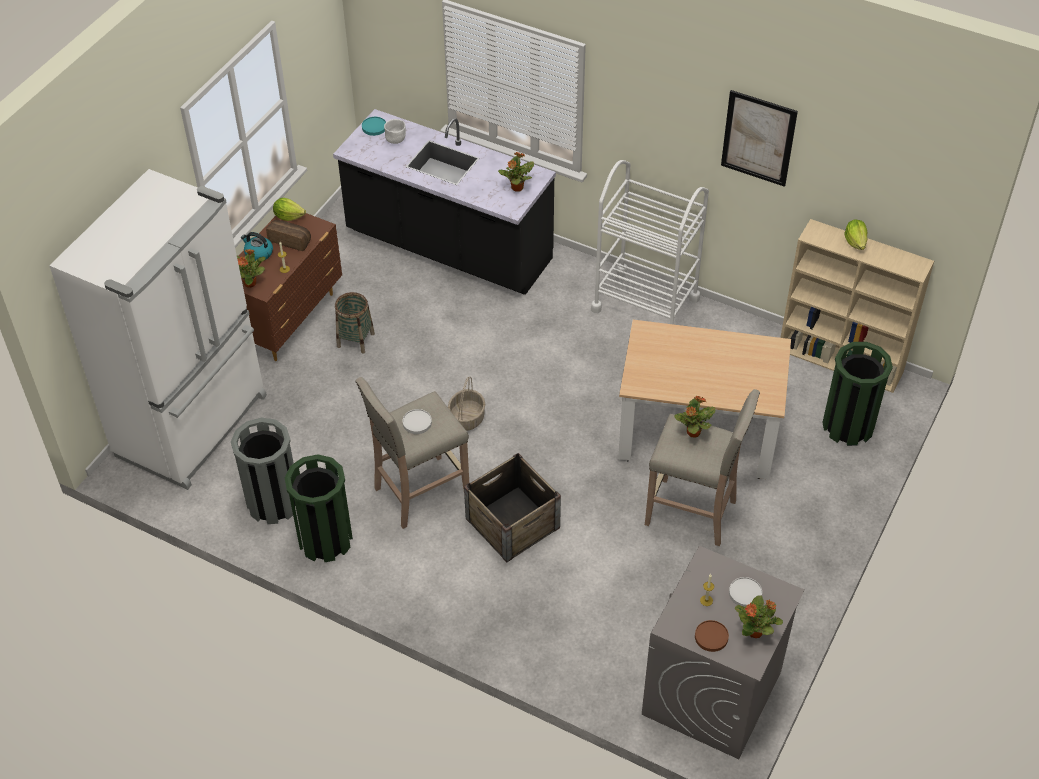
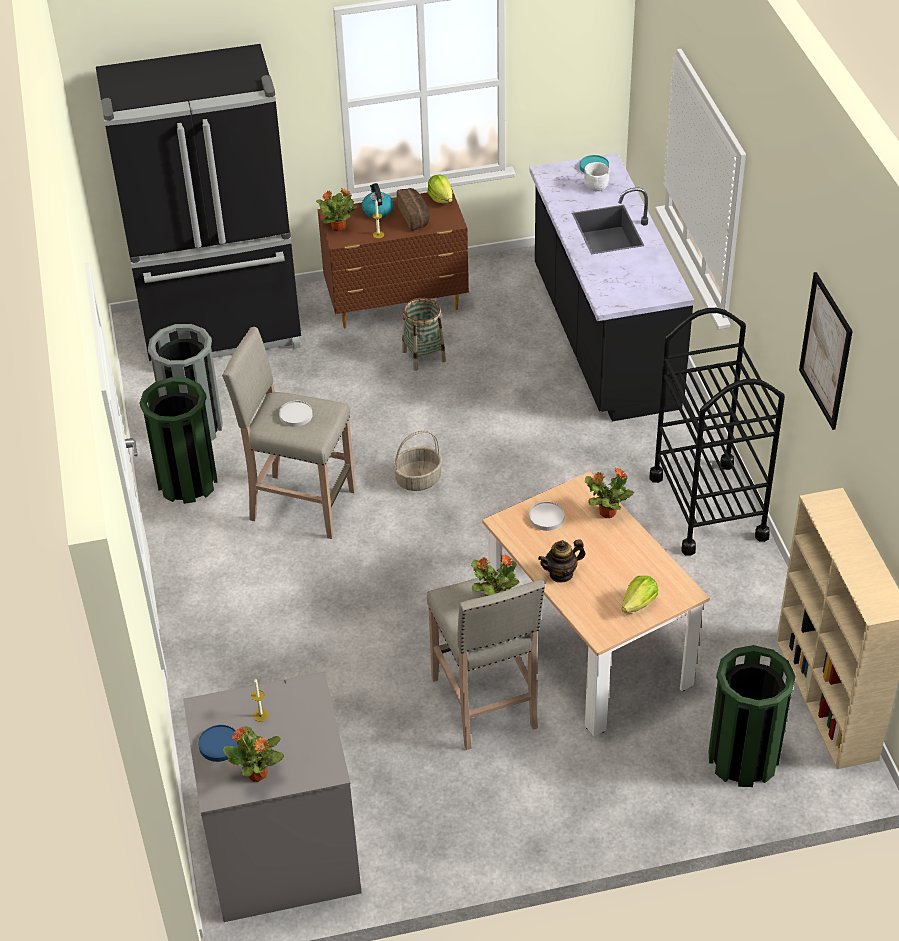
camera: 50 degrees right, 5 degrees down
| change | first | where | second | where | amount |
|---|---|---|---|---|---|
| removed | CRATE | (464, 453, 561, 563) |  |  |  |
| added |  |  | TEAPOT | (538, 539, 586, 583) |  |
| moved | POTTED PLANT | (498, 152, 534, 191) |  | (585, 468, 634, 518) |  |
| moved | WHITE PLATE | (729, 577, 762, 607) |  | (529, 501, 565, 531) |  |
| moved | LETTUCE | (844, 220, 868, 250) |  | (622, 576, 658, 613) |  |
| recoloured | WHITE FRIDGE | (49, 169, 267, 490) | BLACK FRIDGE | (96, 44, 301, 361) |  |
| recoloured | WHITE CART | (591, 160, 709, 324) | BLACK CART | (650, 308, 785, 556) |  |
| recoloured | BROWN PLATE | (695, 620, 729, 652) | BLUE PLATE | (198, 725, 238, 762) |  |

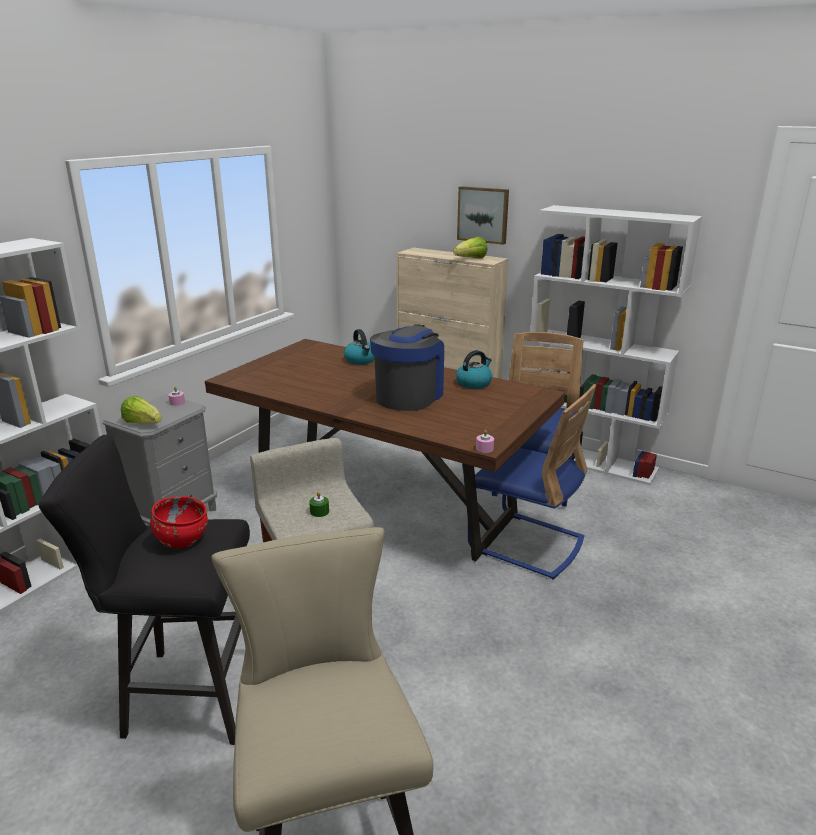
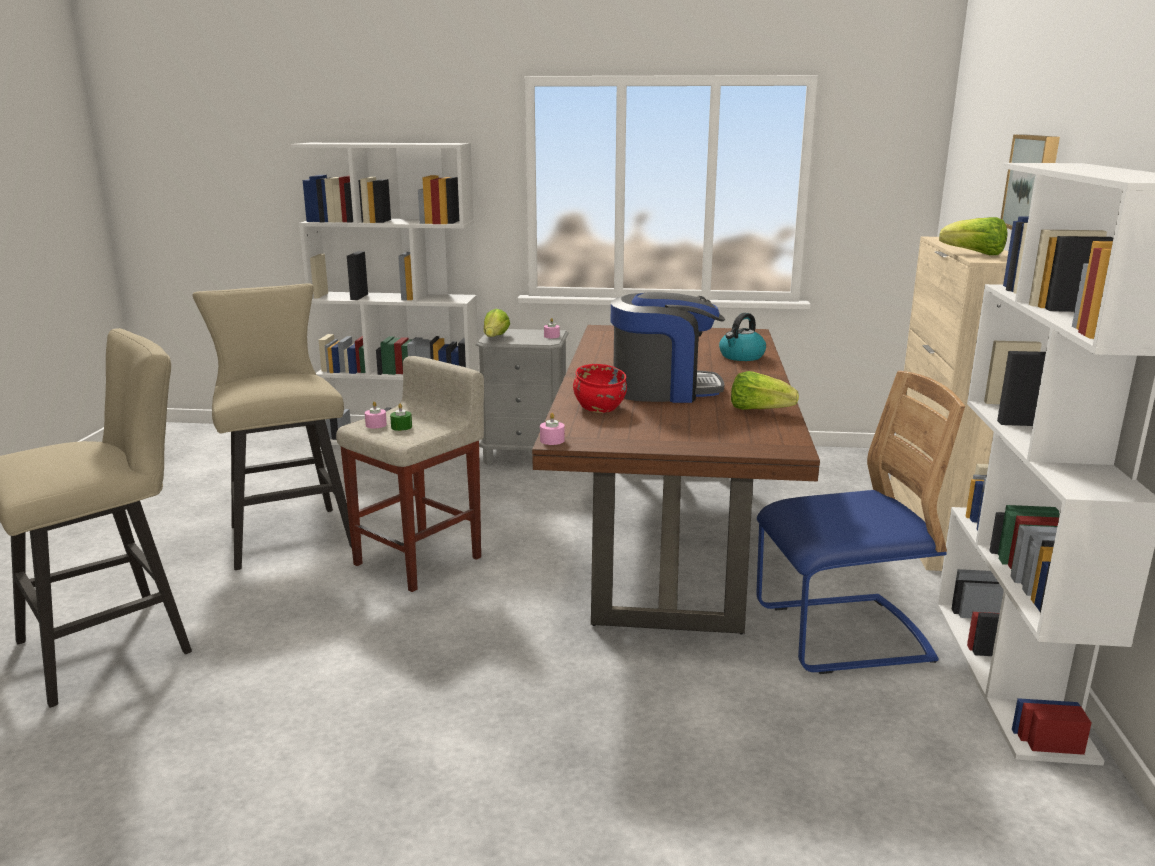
camera: 65 degrees right, 5 degrees down
| change | first | where | second | where | amount |
|---|---|---|---|---|---|
| removed | BLUE CHAIR | (468, 384, 597, 579) |  |  |  |
| added |  |  | PINK CANDLE | (365, 401, 387, 428) |  |
| moved | RED BOWL | (150, 496, 208, 548) |  | (573, 364, 627, 413) |  |
| replaced | KETTLE | (456, 350, 492, 389) | LETTUCE | (731, 371, 799, 410) |  |
| recoloured | BLACK STOOL | (38, 435, 250, 745) | BEIGE STOOL | (193, 283, 352, 570) |  |

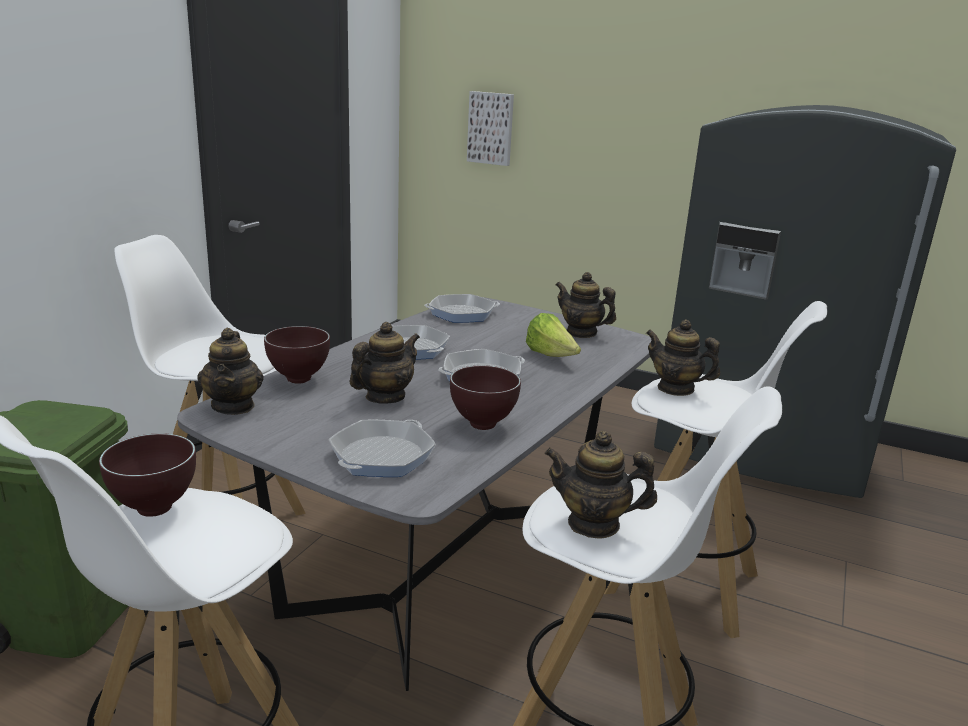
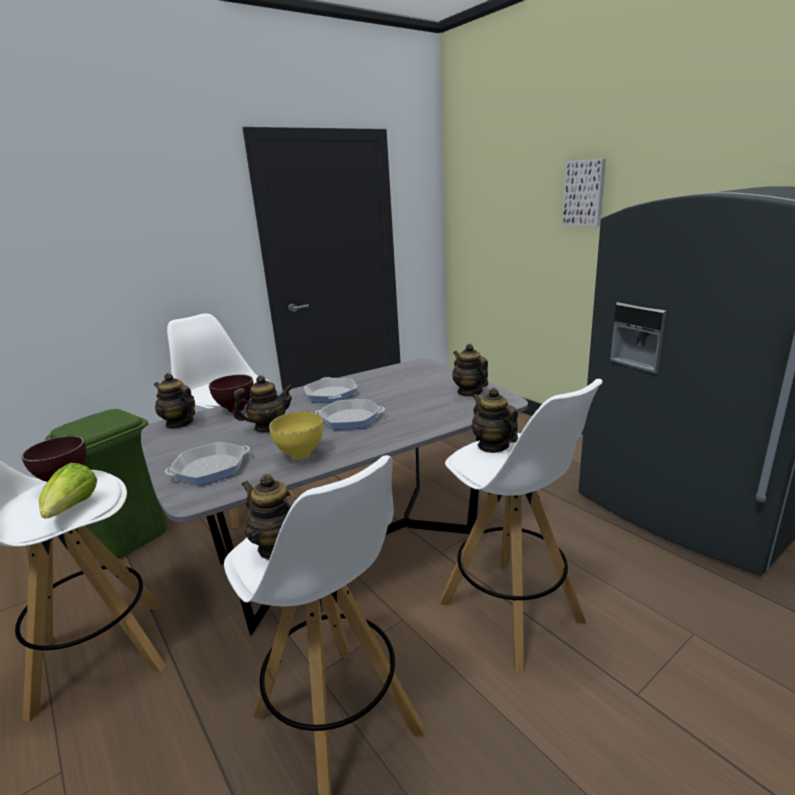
camera: 30 degrees right, 0 degrees up
| change | first | where | second | where | amount |
|---|---|---|---|---|---|
| removed | FRYING PAN | (425, 294, 500, 323) |  |  |  |
| moved | PICTURE | (467, 91, 514, 166) |  | (562, 158, 606, 226) |  |
| moved | LETTUCE | (526, 313, 581, 357) |  | (39, 463, 97, 519) |  |
| recoloured | BROWN BOWL | (450, 365, 521, 430) | YELLOW BOWL | (269, 411, 323, 460) |  |
| turned | TEAPOT | (197, 328, 264, 415) |  | (154, 373, 195, 429) | 105 degrees clockwise |

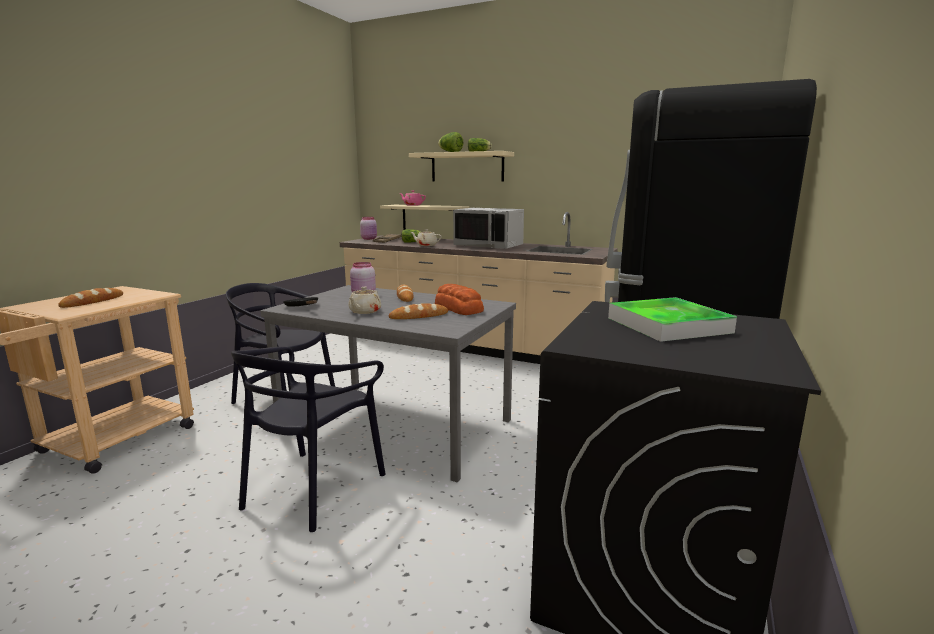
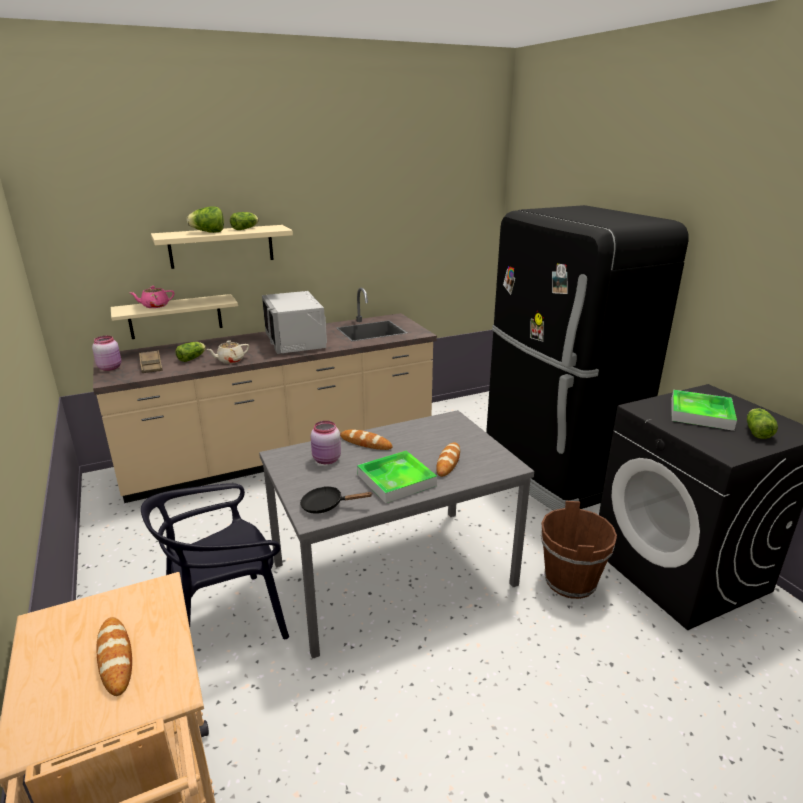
camera: 50 degrees left, 10 degrees up
| change | first | where | second | where | amount |
|---|---|---|---|---|---|
| removed | BLACK CHAIR | (231, 347, 386, 532) |  |  |  |
| removed | BREAD | (435, 284, 484, 315) |  |  |  |
| added |  |  | BROWN BUCKET | (540, 501, 617, 599) |  |
| added |  |  | LETTUCE | (747, 408, 778, 439) |  |
| replaced | BEIGE TEAPOT | (348, 287, 381, 314) | TRAY | (357, 451, 437, 503) |  |
| turned | GREY MICROWAVE | (453, 208, 524, 249) |  | (262, 291, 327, 354) | 90 degrees clockwise |

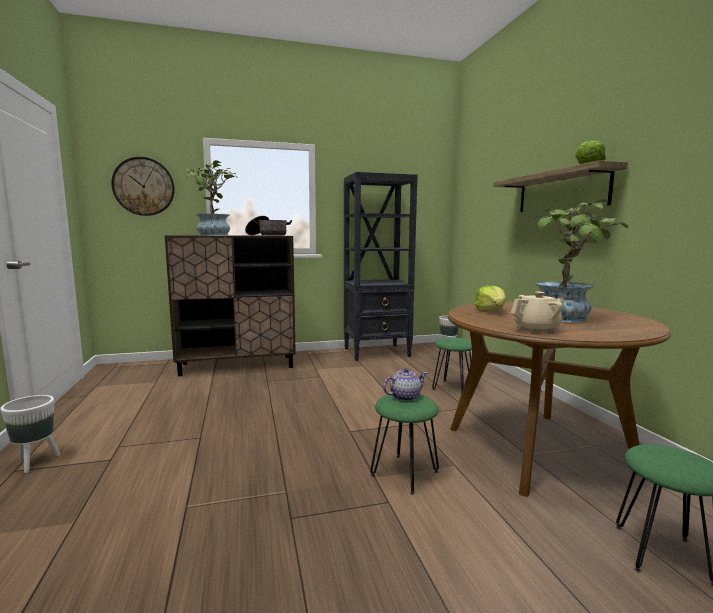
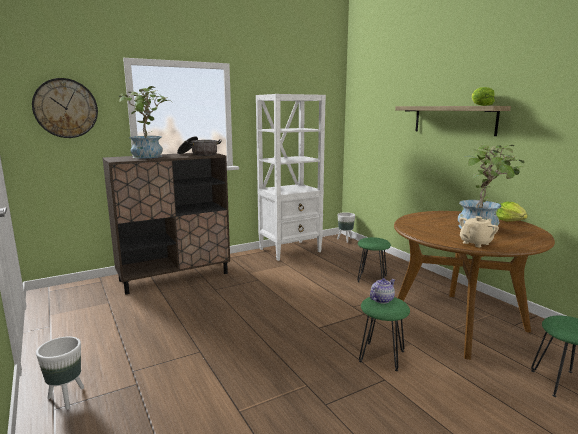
camera: 15 degrees left, 5 degrees up
| change | first | where | second | where | amount |
|---|---|---|---|---|---|
| moved | LETTUCE | (474, 285, 506, 311) |  | (496, 202, 528, 222) |  |
| recoloured | BLACK BOOKCASE | (344, 172, 418, 361) | WHITE BOOKCASE | (256, 94, 326, 261) |  |

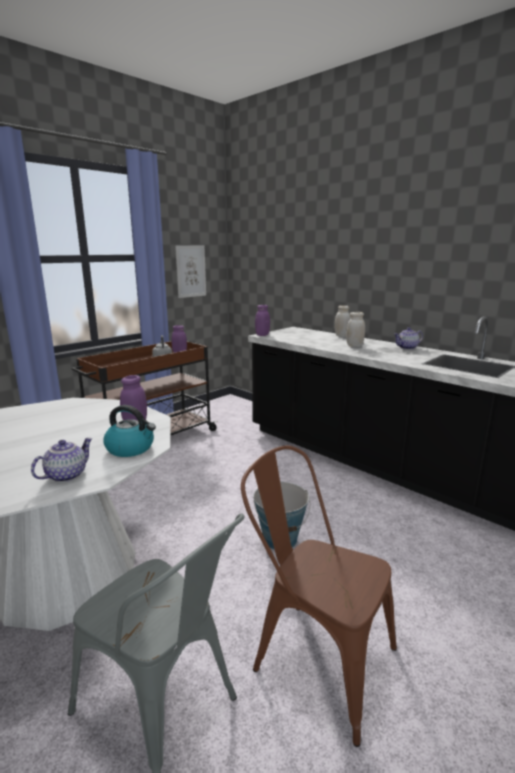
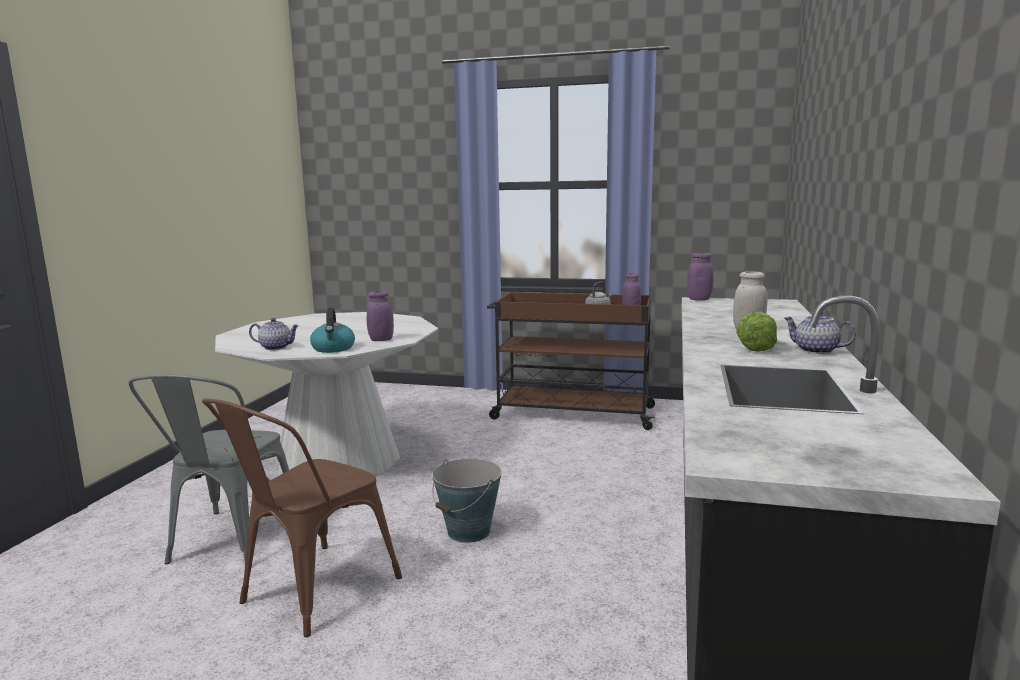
camera: 60 degrees right, 5 degrees down
| change | first | where | second | where | amount |
|---|---|---|---|---|---|
| removed | PICTURE | (175, 245, 206, 298) |  |  |  |
| removed | WHITE JAR | (335, 305, 350, 337) |  |  |  |
| added |  |  | LETTUCE | (736, 311, 777, 352) |  |
| turned | BROWN CHAIR | (241, 445, 397, 747) |  | (202, 398, 402, 637) | 150 degrees counterclockwise |

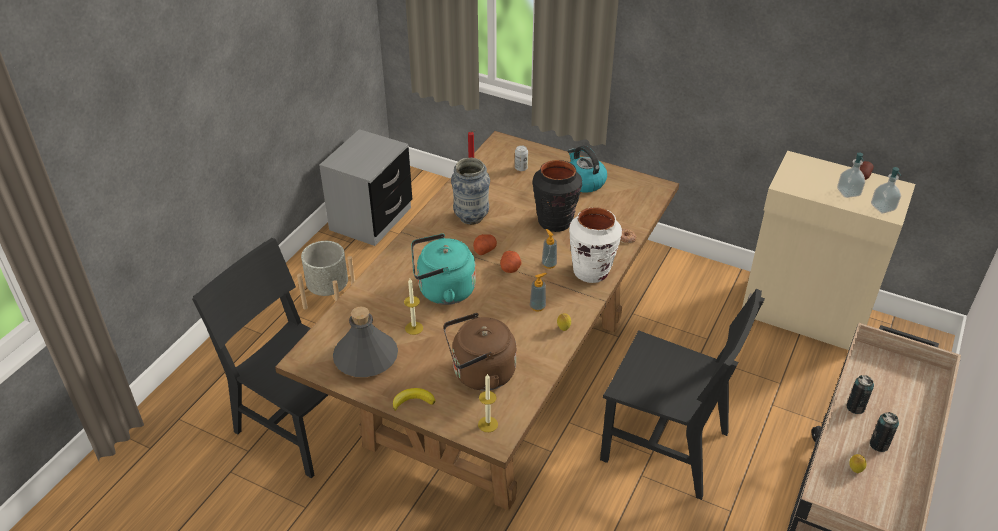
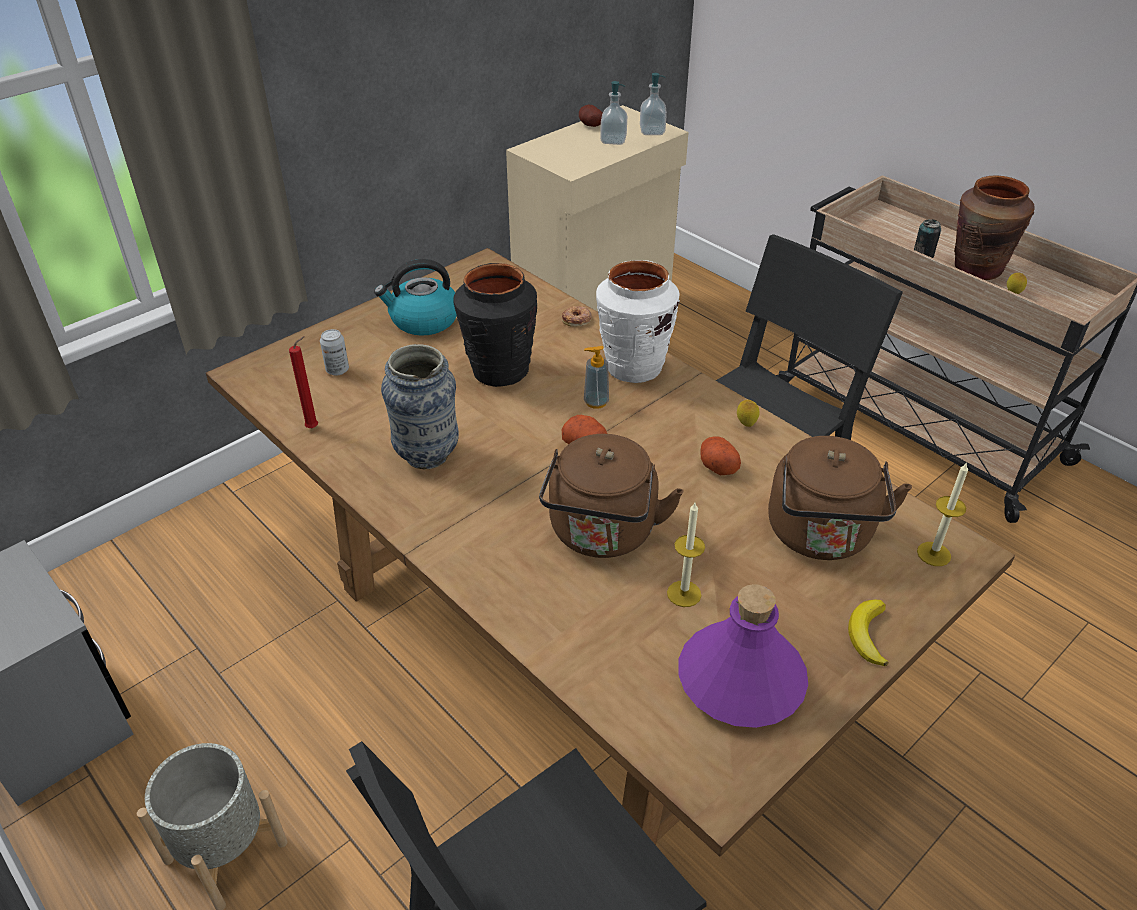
camera: 70 degrees left, 0 degrees up
| change | first | where | second | where | amount |
|---|---|---|---|---|---|
| removed | SOAP DISPENSER | (530, 273, 547, 312) |  |  |  |
| moved | POTATO | (473, 234, 497, 255) |  | (700, 436, 741, 475) |  |
| replaced | CAN | (870, 412, 899, 452) | BROWN VASE | (954, 175, 1035, 280) |  |
| recoloured | GREY BOTTLE | (333, 307, 398, 377) | PURPLE BOTTLE | (678, 584, 808, 728) |  |
| recoloured | TURQUOISE KETTLE | (411, 233, 476, 305) | BROWN KETTLE | (539, 434, 684, 558) |  |

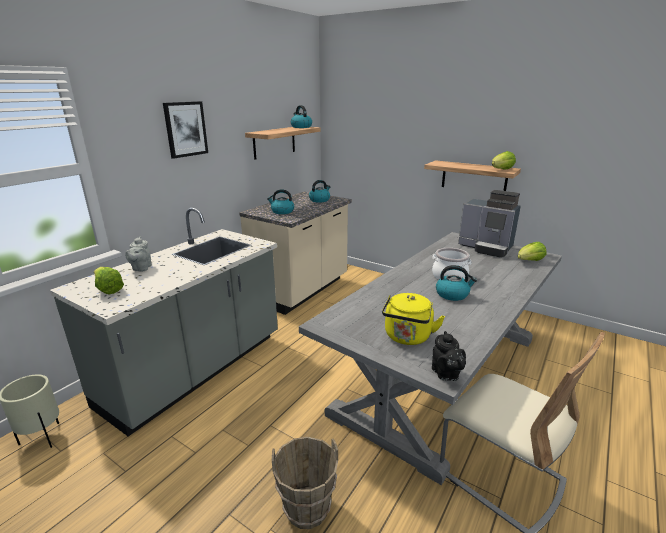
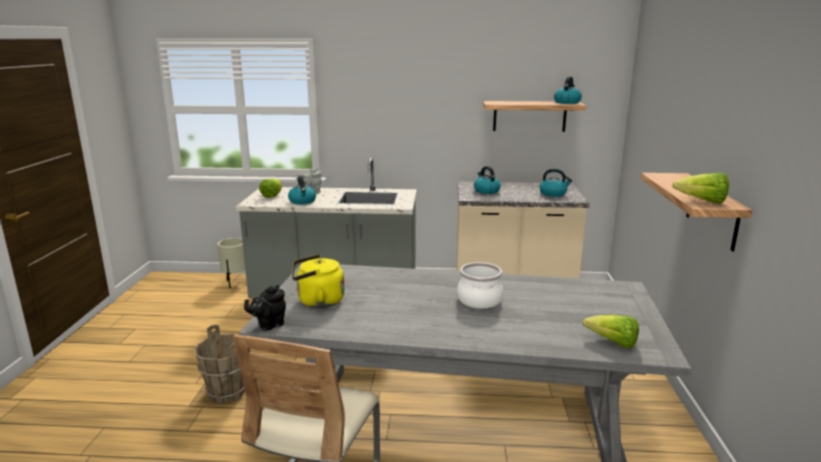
camera: 60 degrees right, 5 degrees down
| change | first | where | second | where | amount |
|---|---|---|---|---|---|
| removed | PICTURE | (163, 101, 208, 159) |  |  |  |
| removed | COFFEE MACHINE | (458, 190, 521, 257) |  |  |  |
| moved | KETTLE | (436, 265, 477, 301) |  | (288, 176, 316, 204) |  |

